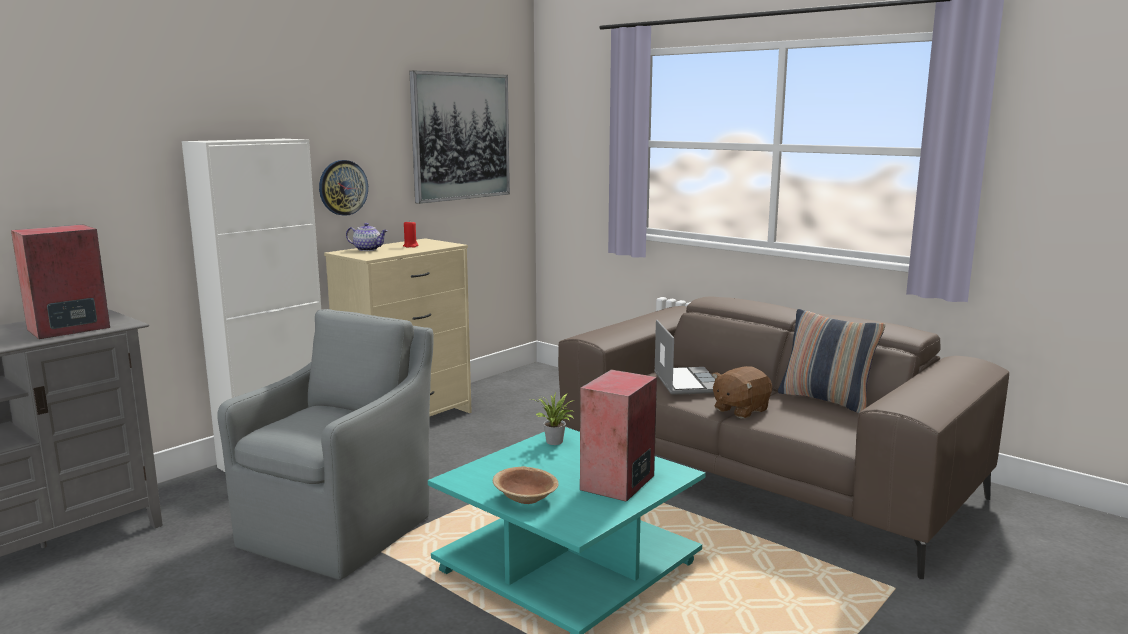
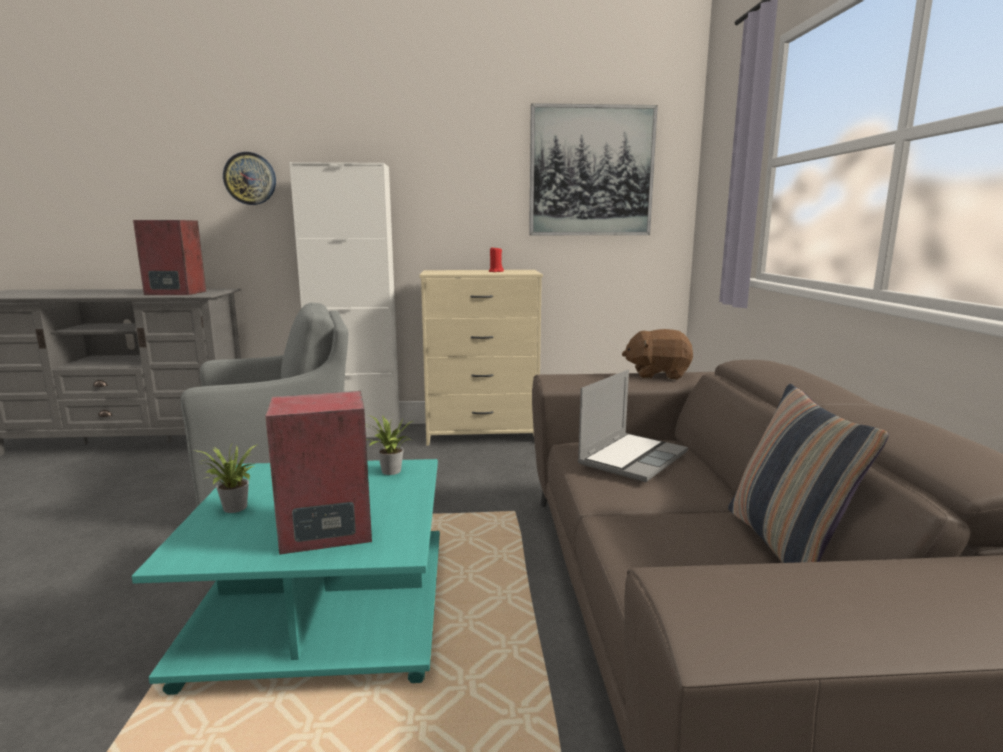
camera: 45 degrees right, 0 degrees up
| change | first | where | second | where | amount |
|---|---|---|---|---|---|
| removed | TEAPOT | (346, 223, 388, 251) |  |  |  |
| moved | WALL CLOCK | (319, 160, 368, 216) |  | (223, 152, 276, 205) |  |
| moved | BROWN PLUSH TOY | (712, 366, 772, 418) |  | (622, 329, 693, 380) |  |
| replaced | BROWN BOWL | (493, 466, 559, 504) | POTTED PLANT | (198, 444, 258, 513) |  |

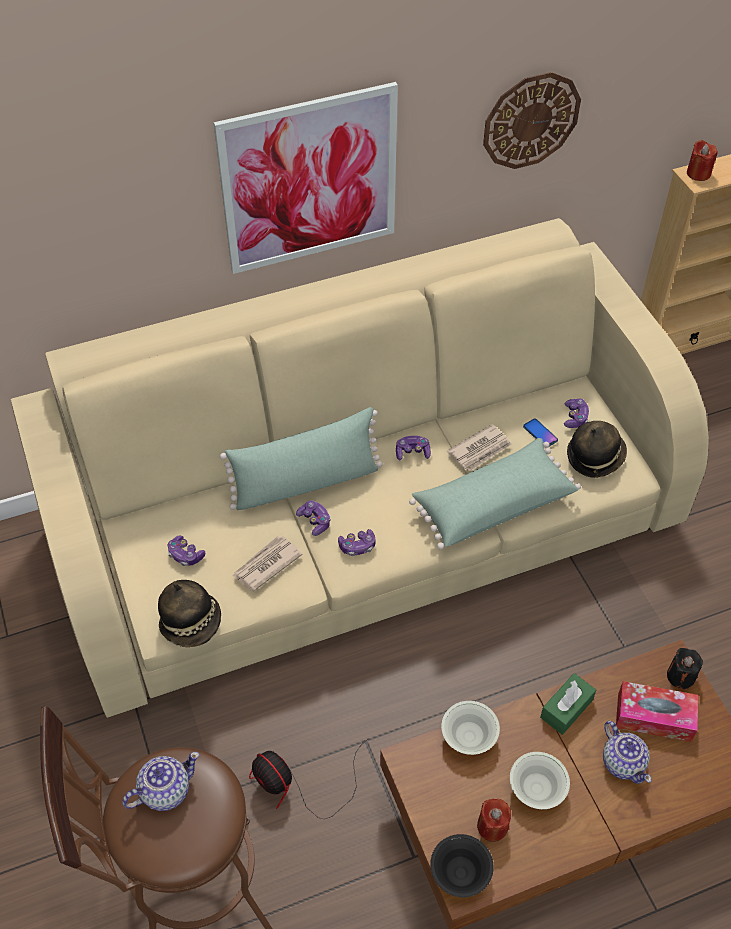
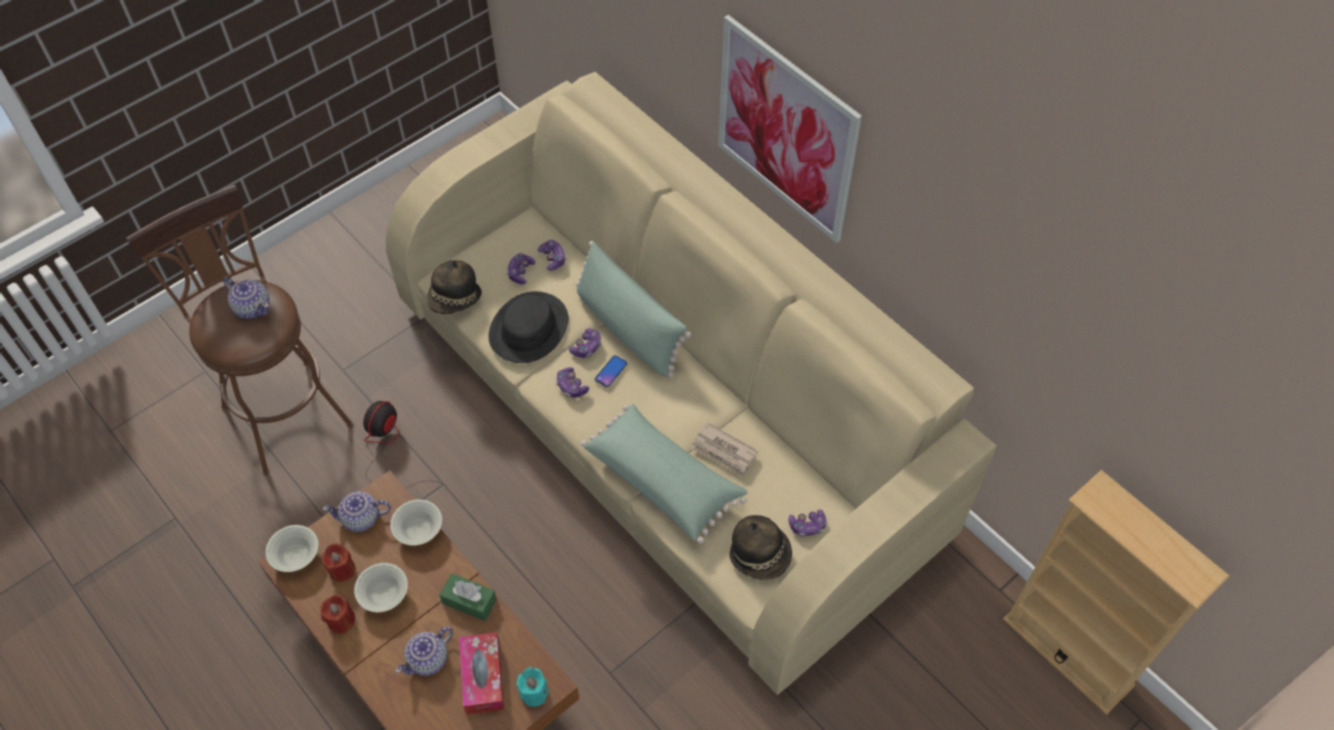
camera: 70 degrees right, 5 degrees up
| change | first | where | second | where | amount |
|---|---|---|---|---|---|
| removed | WALL CLOCK | (483, 72, 581, 169) |  |  |  |
| added |  |  | TEAPOT | (322, 492, 391, 532) |  |
| moved | GAME CONTROLLER | (396, 436, 431, 460) |  | (538, 240, 566, 271) |  |
| moved | PHONE | (523, 418, 558, 446) |  | (595, 355, 627, 387) |  |
| moved | RED CANDLE | (687, 140, 718, 181) |  | (320, 595, 355, 634) |  |
| replaced | NEWSPAPER | (232, 536, 303, 591) | BLACK HAT | (489, 291, 568, 363) |  |
| recoloured | BLACK BOWL | (430, 834, 494, 897) | WHITE BOWL | (266, 525, 318, 572) |  |
| recoloured | BLACK CANDLE | (667, 648, 703, 689) | TURQUOISE CANDLE | (517, 667, 548, 707) |  |

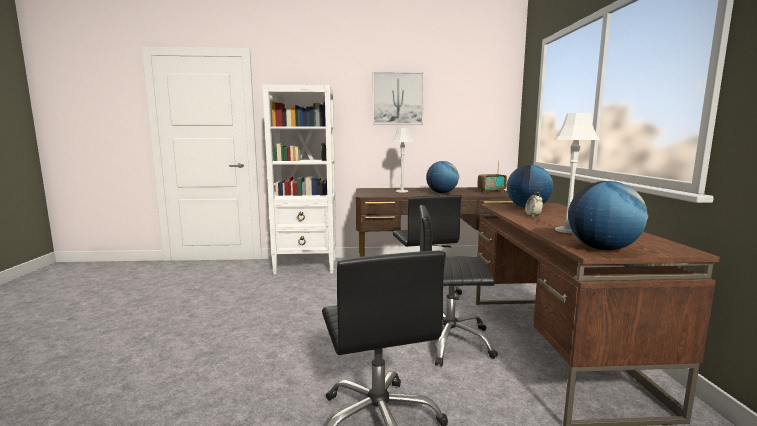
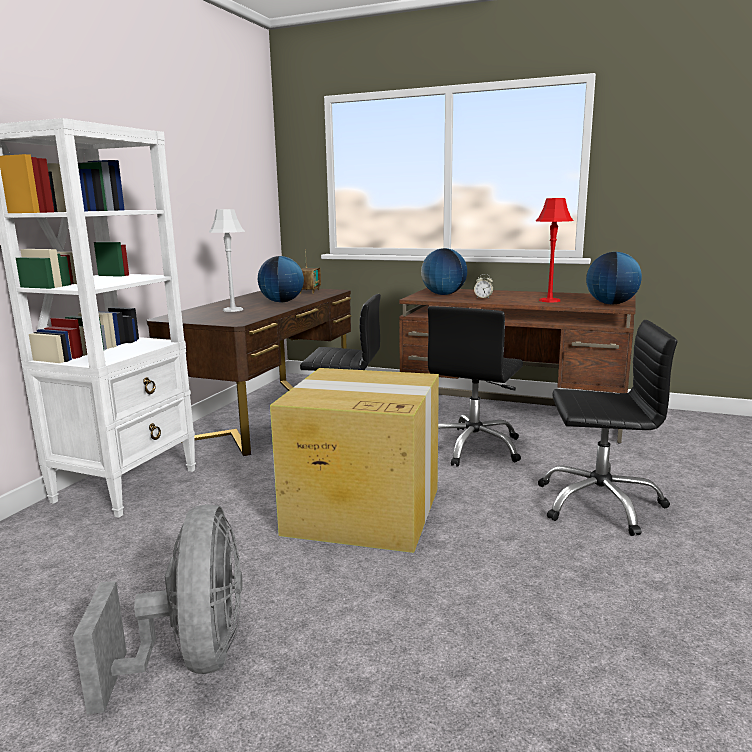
camera: 65 degrees left, 5 degrees up
| change | first | where | second | where | amount |
|---|---|---|---|---|---|
| removed | PICTURE | (373, 72, 424, 124) |  |  |  |
| added |  |  | GREY FAN | (73, 504, 242, 714) |  |
| added |  |  | CARDBOARD BOX | (270, 368, 439, 553) |  |
| recoloured | WHITE TABLE LAMP | (553, 113, 600, 233) | RED TABLE LAMP | (536, 198, 574, 303) |  |

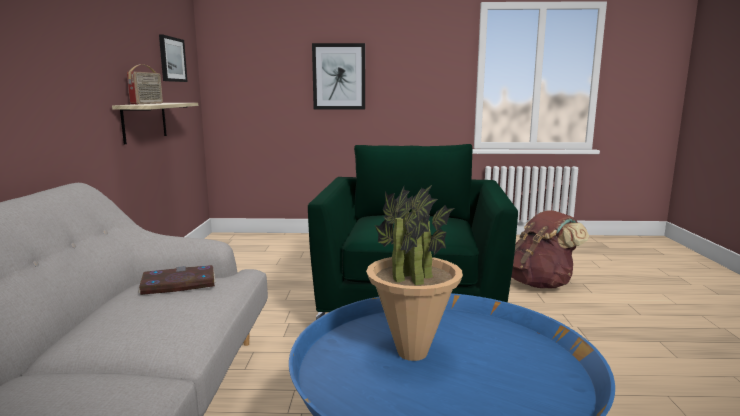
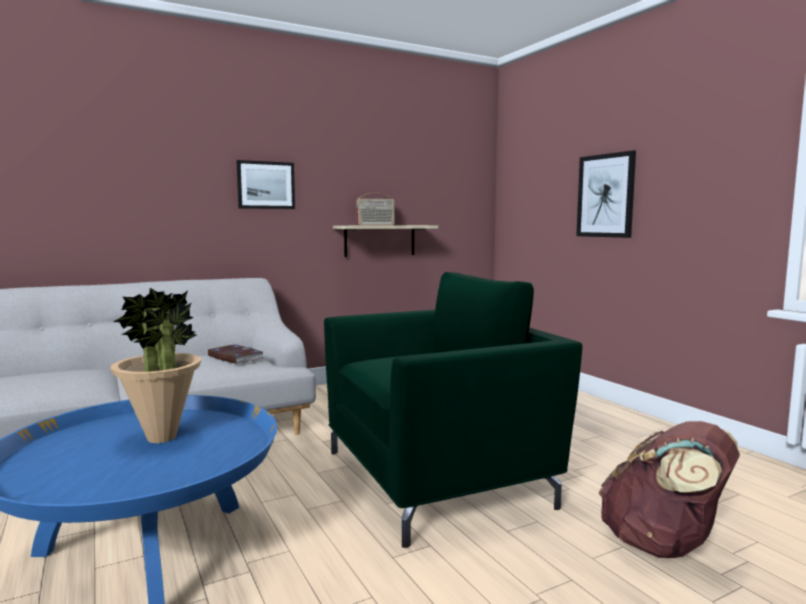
camera: 60 degrees right, 5 degrees down
| change | first | where | second | where | amount |
|---|---|---|---|---|---|
| moved | PICTURE | (159, 34, 188, 82) |  | (236, 160, 295, 209) |  |

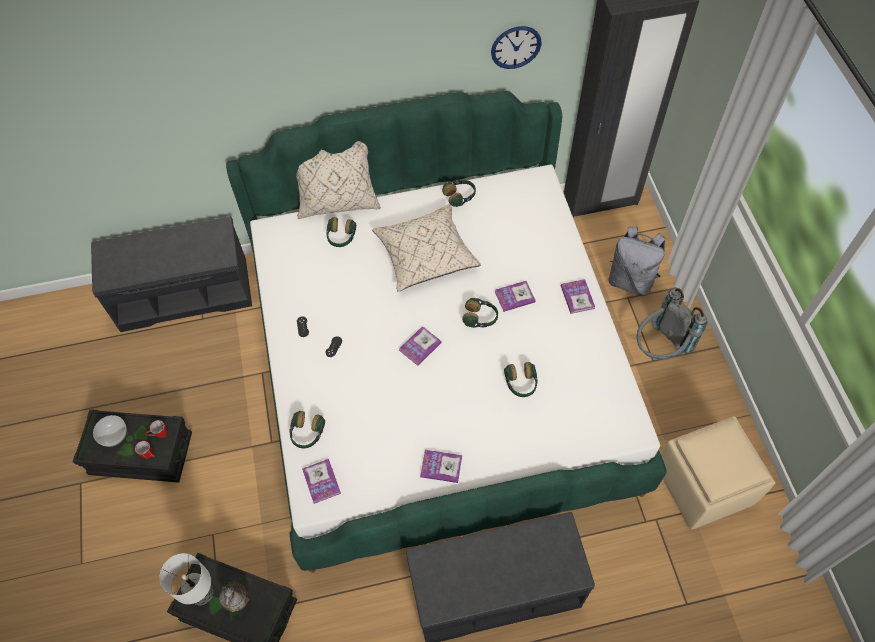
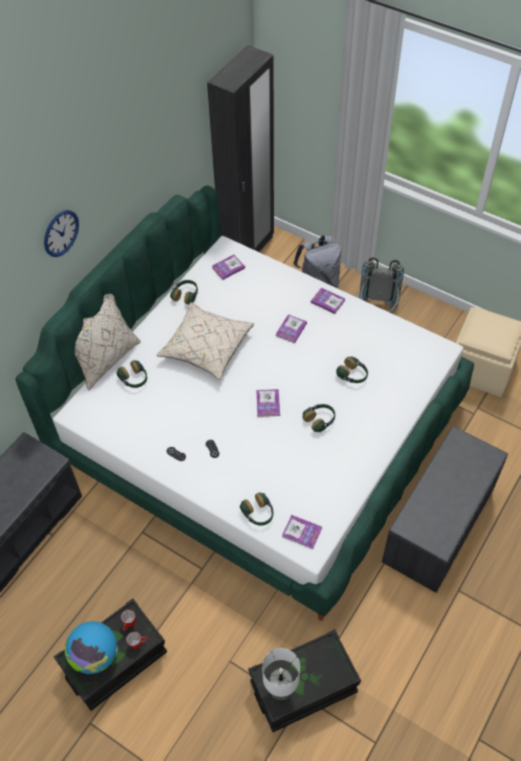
camera: 45 degrees left, 5 degrees down
| change | first | where | second | where | amount |
|---|---|---|---|---|---|
| removed | VASE | (219, 582, 249, 612) |  |  |  |
| moved | BOOK | (420, 450, 462, 483) |  | (212, 254, 245, 280) |  |
| moved | HEADPHONES | (462, 298, 498, 328) |  | (303, 404, 335, 432) |  |
| moved | WALL CLOCK | (491, 26, 542, 69) |  | (44, 210, 79, 257) |  |
| replaced | BOWL | (93, 415, 127, 447) | GLOBE | (65, 621, 118, 674) |  |

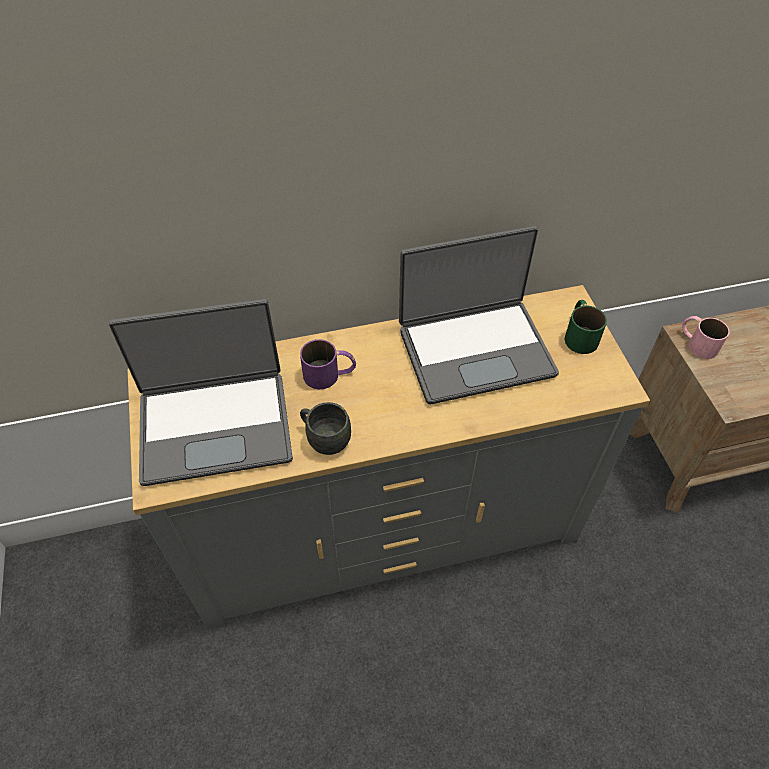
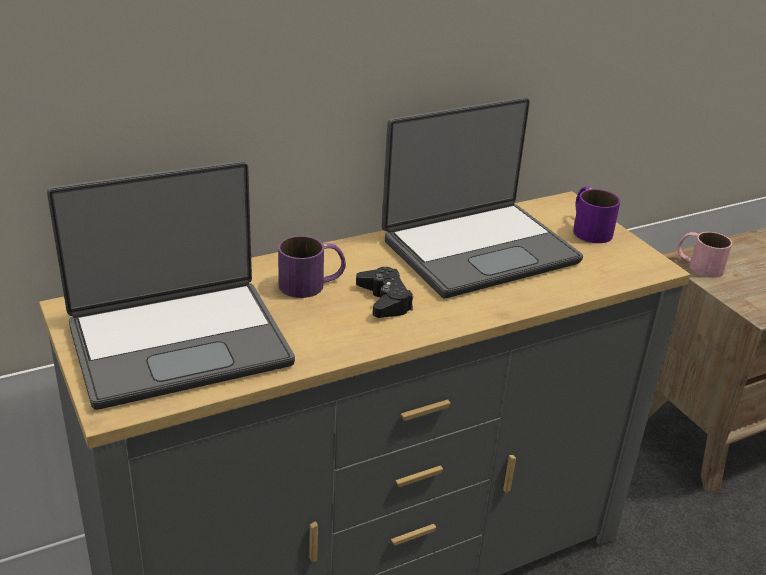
camera: 15 degrees left, 20 degrees down
| change | first | where | second | where | amount |
|---|---|---|---|---|---|
| removed | GREY MUG | (300, 402, 351, 455) |  |  |  |
| added |  |  | BLACK GAME CONTROLLER | (356, 267, 413, 318) |  |
| recoloured | GREEN MUG | (564, 300, 607, 354) | PURPLE MUG | (573, 186, 620, 243) |  |

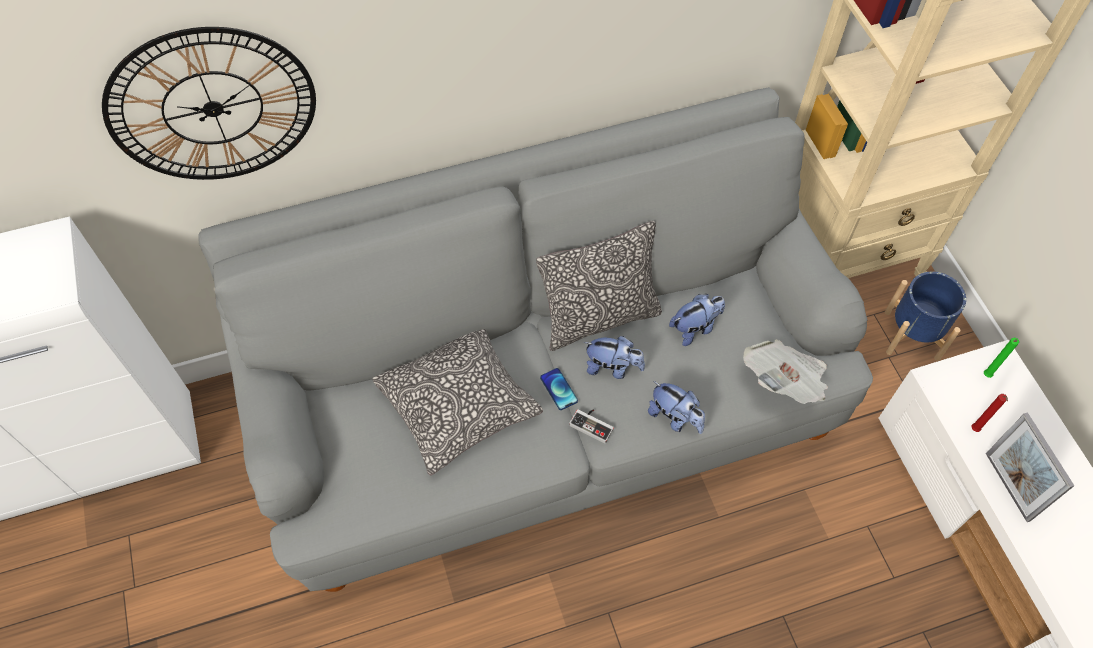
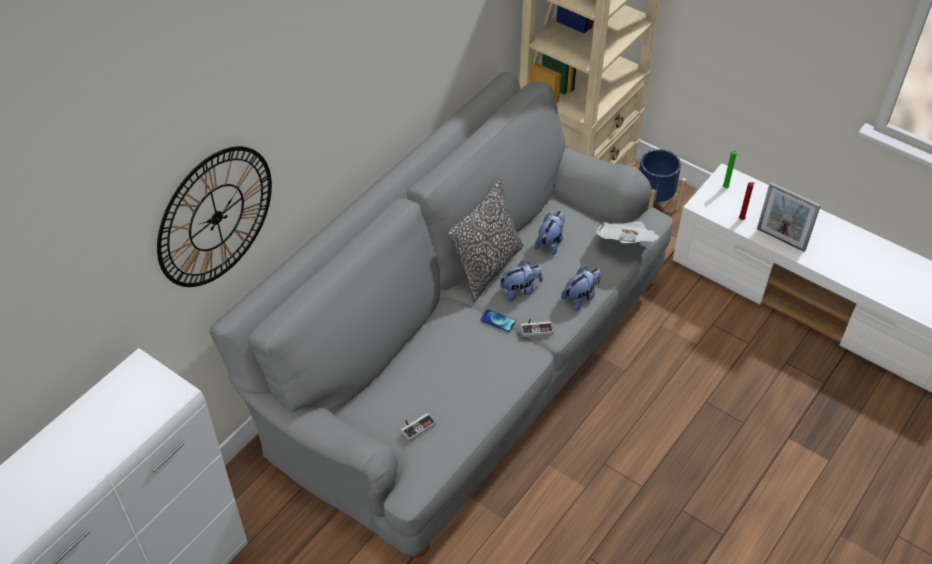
camera: 35 degrees left, 10 degrees down
| change | first | where | second | where | amount |
|---|---|---|---|---|---|
| removed | PILLOW | (372, 329, 543, 475) |  |  |  |
| added |  |  | GAME CONTROLLER | (401, 413, 436, 441) |  |
| turned | PLUSH TOY | (648, 381, 705, 434) |  | (561, 267, 601, 311) | 45 degrees counterclockwise |

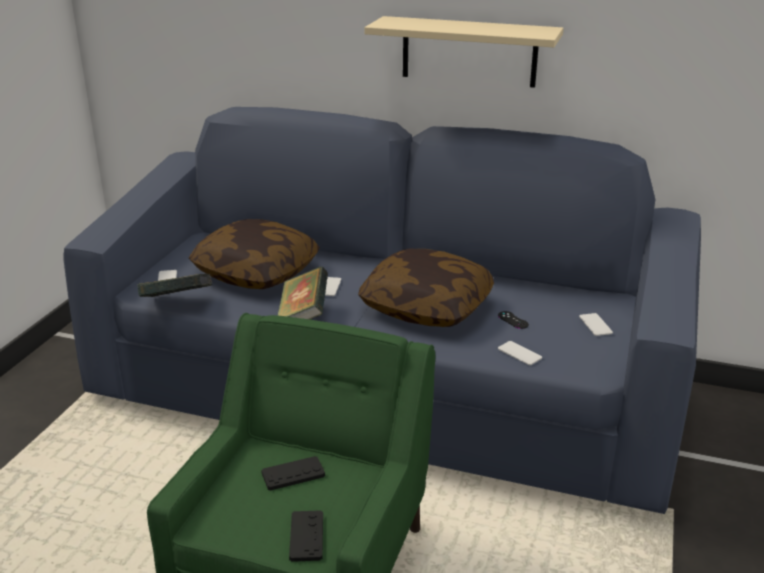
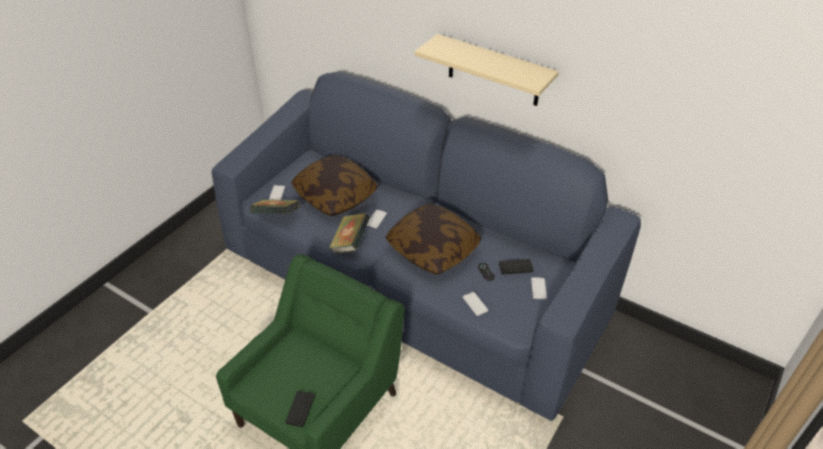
camera: 15 degrees right, 15 degrees up
| change | first | where | second | where | amount |
|---|---|---|---|---|---|
| moved | BLACK GAME CONTROLLER | (261, 456, 325, 491) |  | (499, 259, 534, 274) |  |

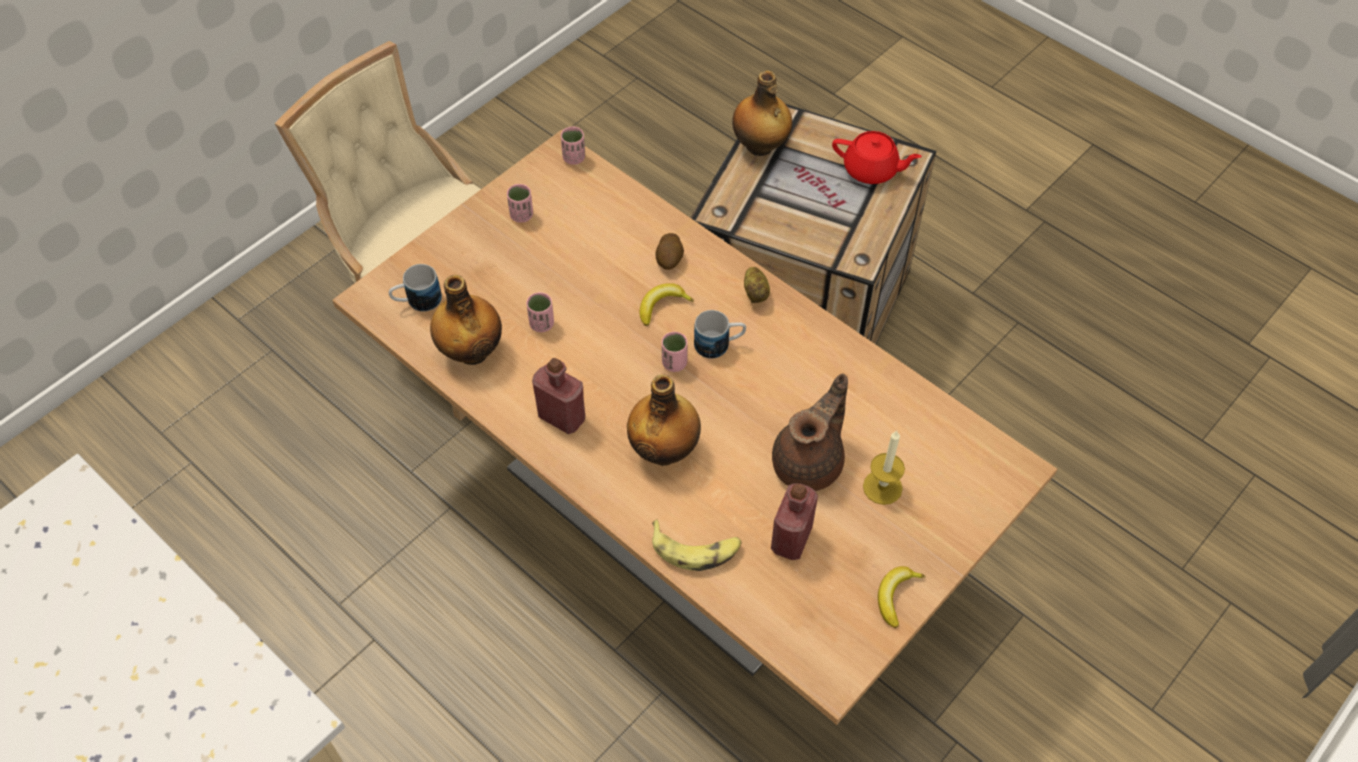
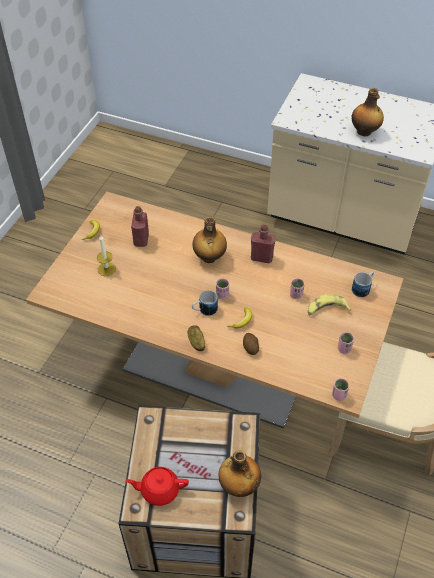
camera: 160 degrees right, 5 degrees down
| change | first | where | second | where | amount |
|---|---|---|---|---|---|
| removed | BROWN TEAPOT | (772, 373, 848, 491) |  |  |  |
| moved | BOTTLE | (430, 275, 502, 365) |  | (352, 88, 384, 136) |  |
| moved | BANANA | (652, 519, 742, 571) |  | (308, 294, 351, 315) |  |

